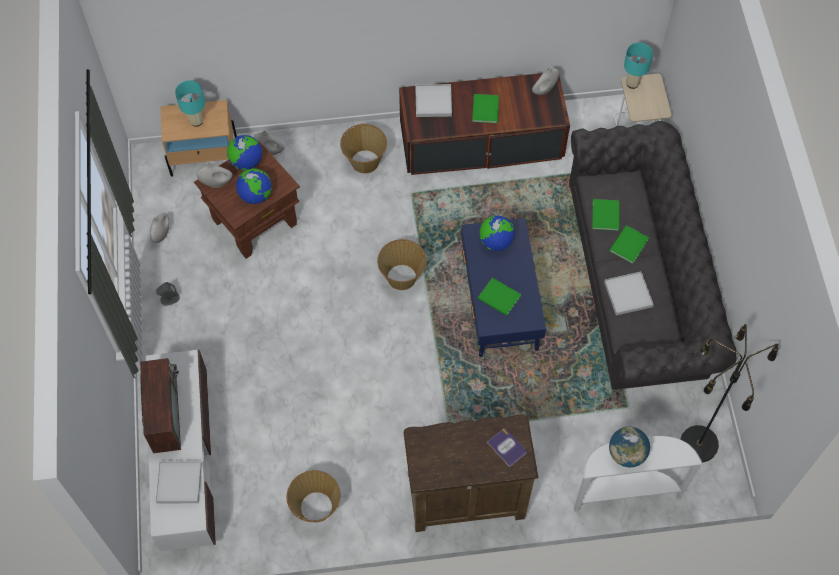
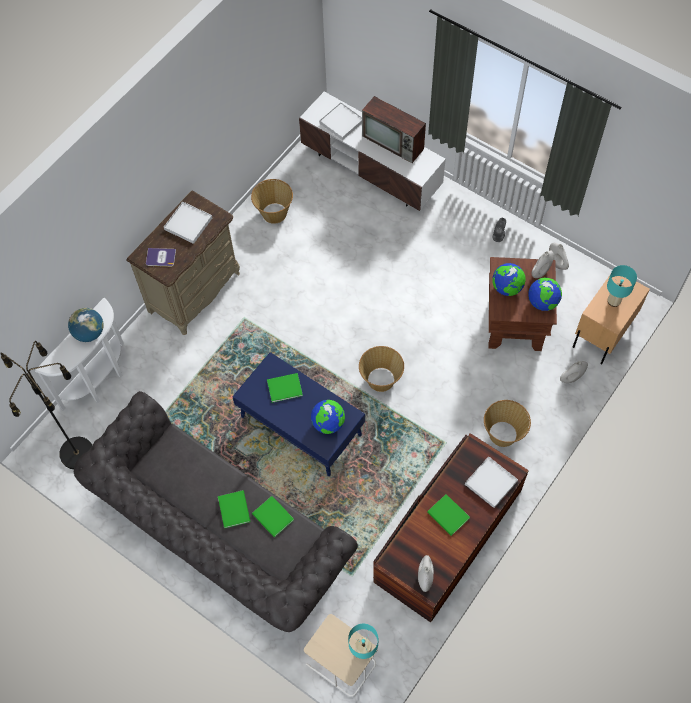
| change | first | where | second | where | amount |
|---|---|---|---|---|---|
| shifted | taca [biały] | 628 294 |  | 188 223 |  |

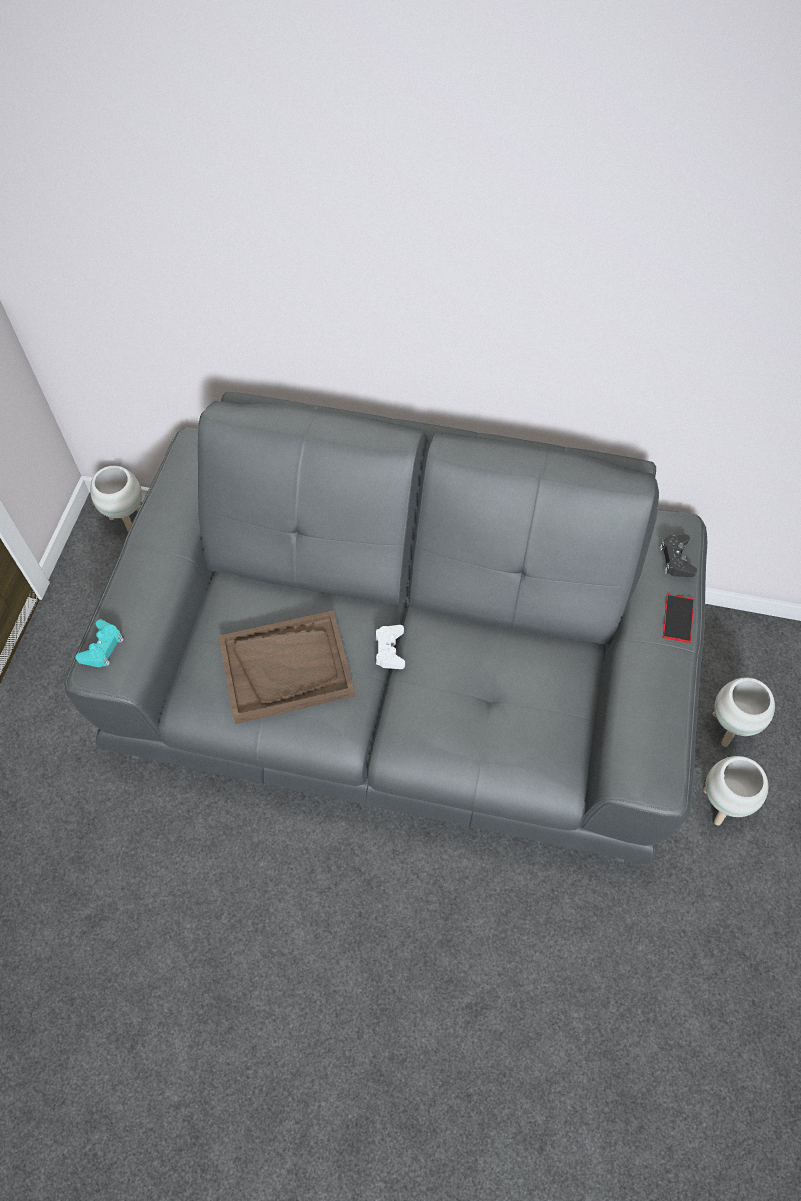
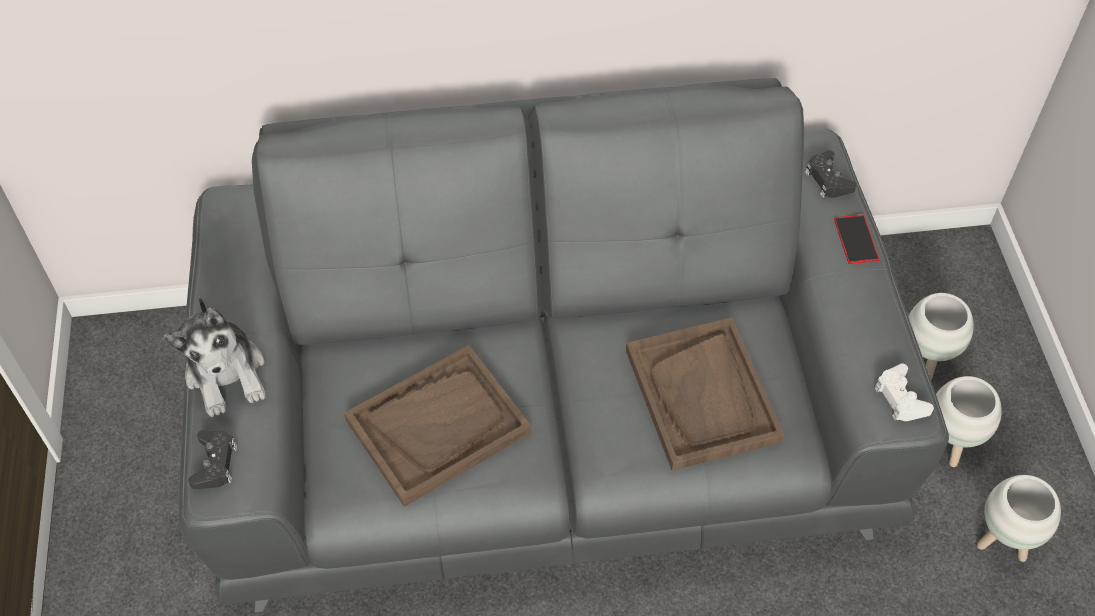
| change | first | where | second | where | amount |
|---|---|---|---|---|---|
| new |  |  | pluszak | 227 373 |  |
| new |  |  | taca [brązowy] | 702 395 |  |
| shifted | donica [biały] | 128 520 |  | 1003 542 |  |
| shifted | pad do gier [biały] | 389 650 |  | 900 398 |  |
| repainted | pad do gier [turkusowy] | 102 647 | pad do gier [czarny] | 215 463 |  |

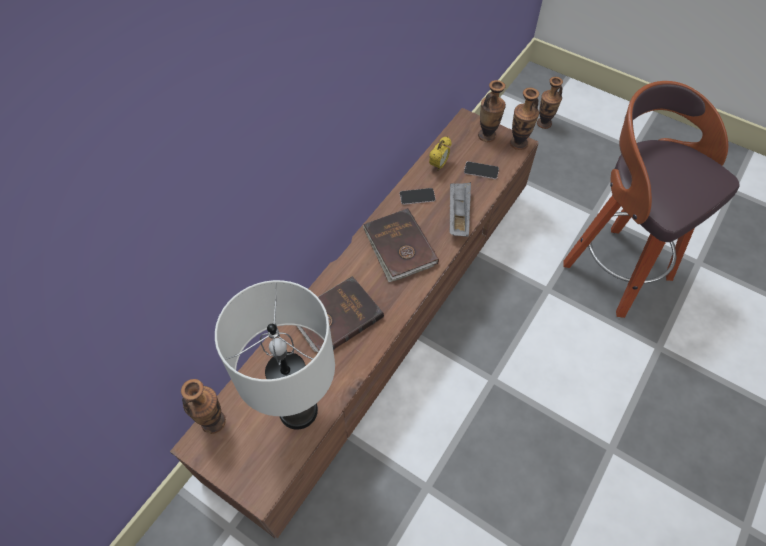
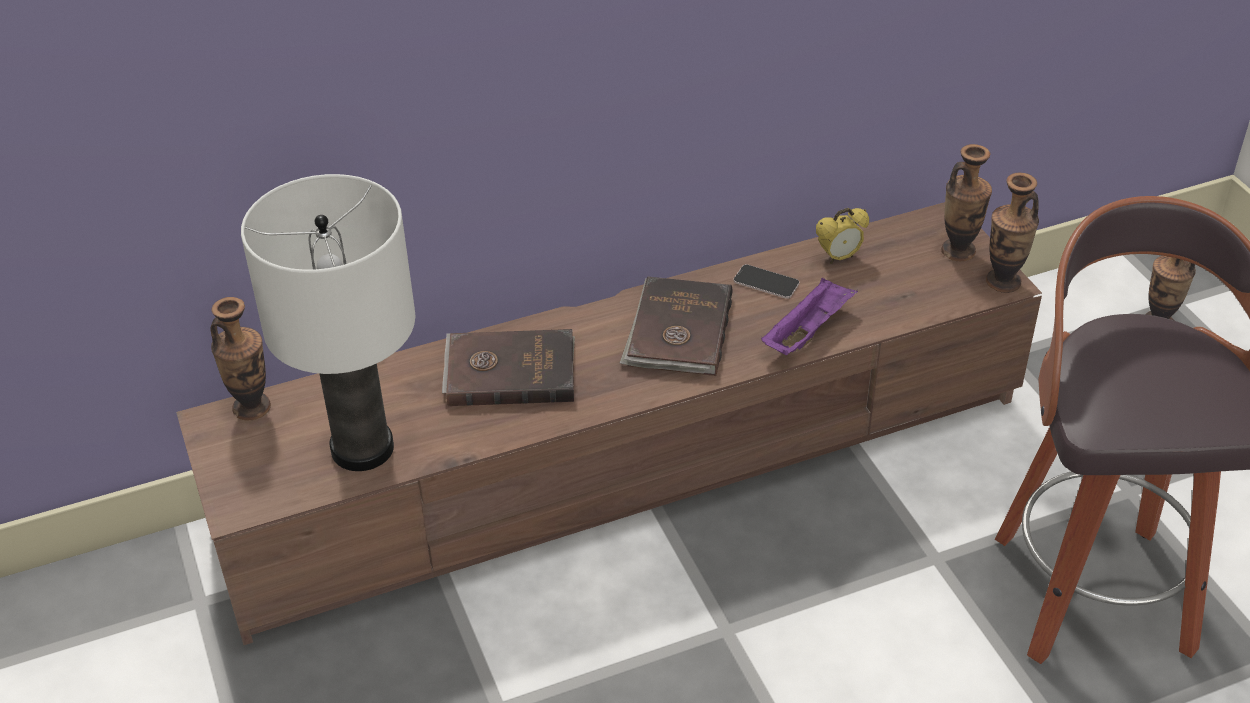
| change | first | where | second | where | amount |
|---|---|---|---|---|---|
| gone | telefon | 481 170 |  |  |  |
| repainted | taca [szary] | 458 215 | taca [fioletowy] | 807 331 |  |

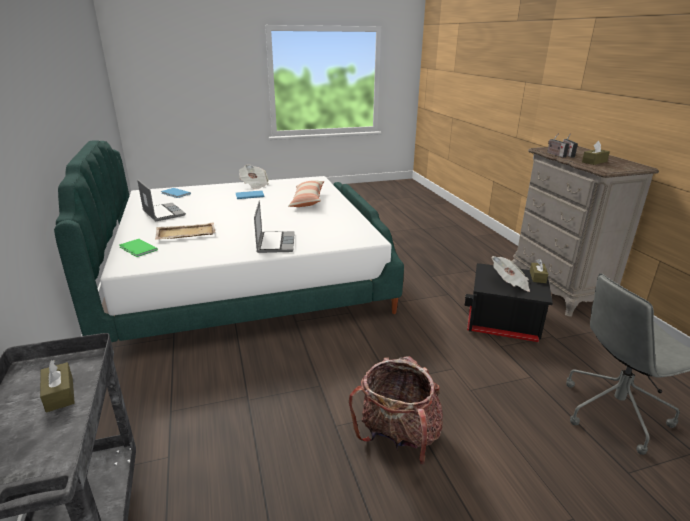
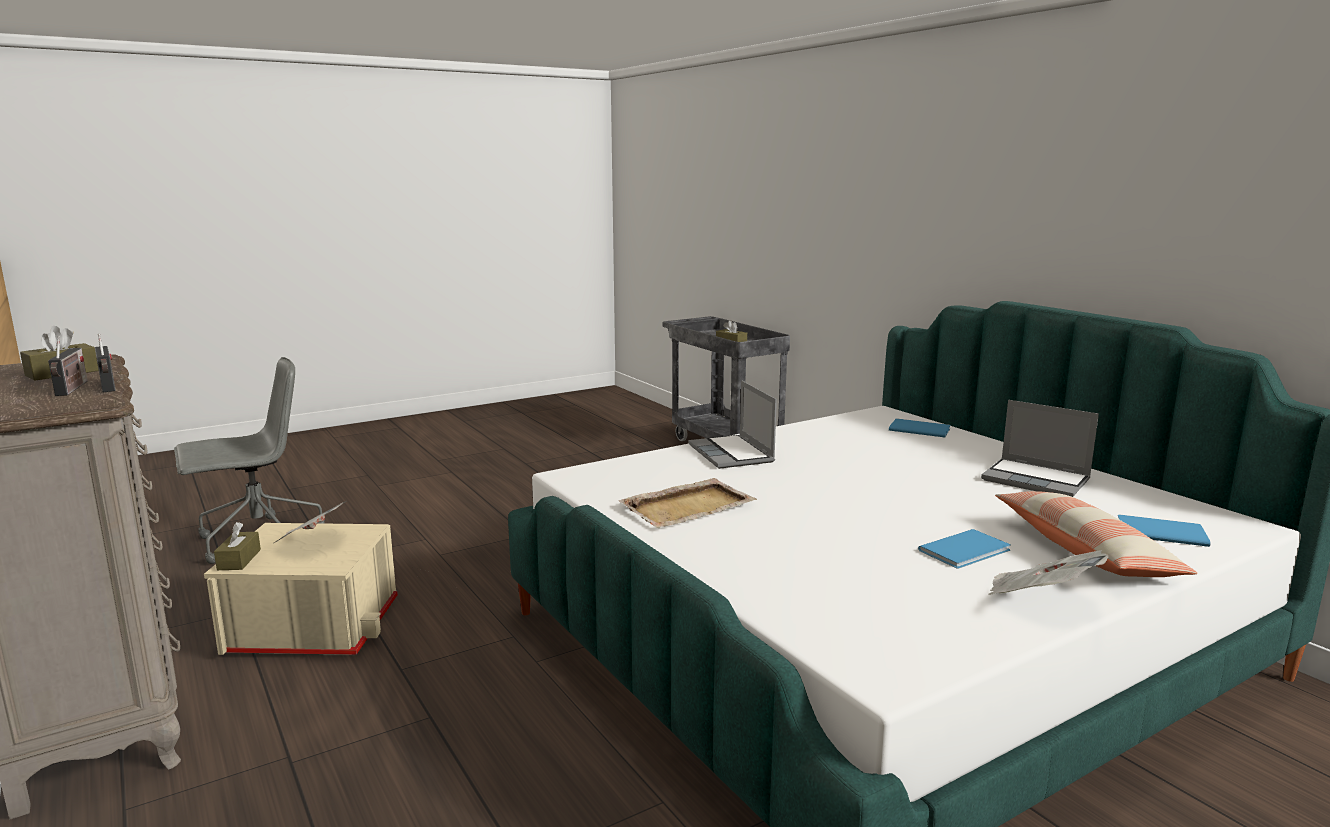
| change | first | where | second | where | amount |
|---|---|---|---|---|---|
| gone | plecak | 398 437 |  |  |  |
| shifted | taca [beżowy] | 185 233 |  | 689 506 |  |
| shifted | poduszka | 307 200 |  | 1085 552 |  |
| repainted | książka [zielony] | 137 249 | książka [niebieski] | 918 429 |  |
| repainted | pojemnik do przechowywania [czarny] | 504 321 | pojemnik do przechowywania [beżowy] | 313 626 |  |

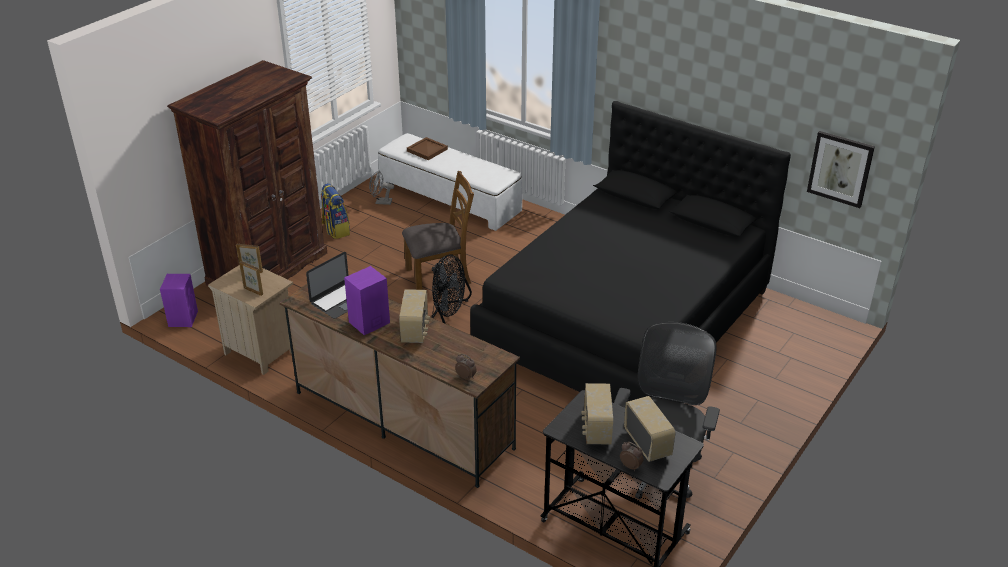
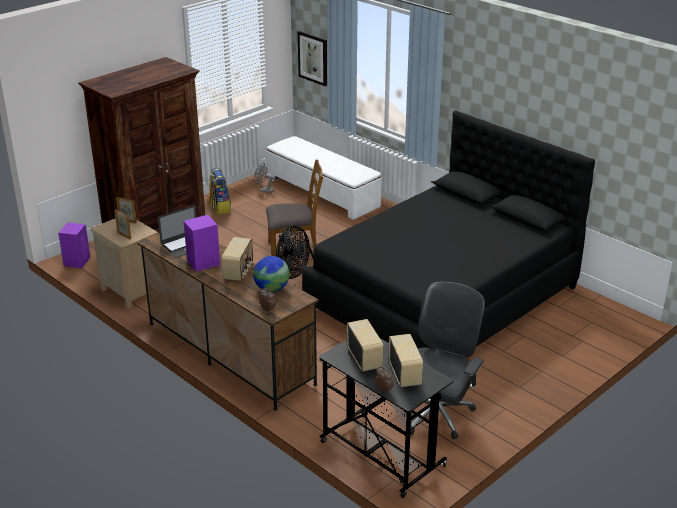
| change | first | where | second | where | amount |
|---|---|---|---|---|---|
| gone | taca [brązowy] | 427 150 |  |  |  |
| new |  |  | globus | 272 289 |  |
| shifted | obraz | 840 168 |  | 313 58 |  |
| rotated | radio | 596 428 |  | 365 359 | 150 degrees clockwise |

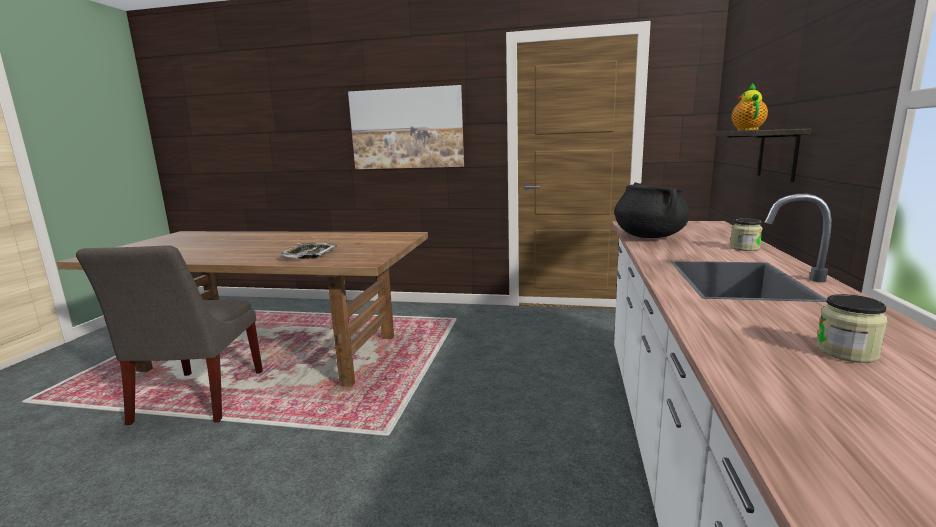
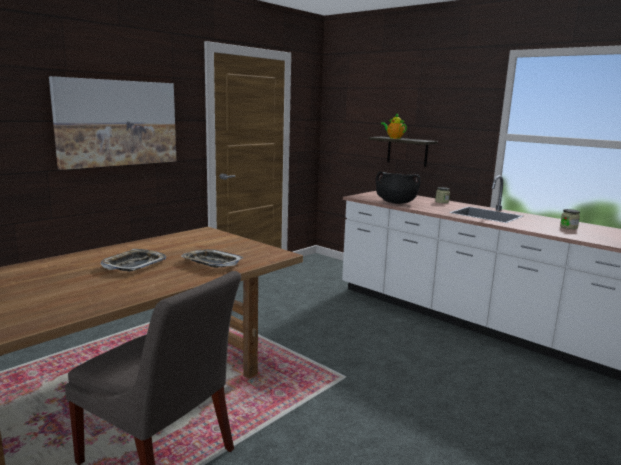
| change | first | where | second | where | amount |
|---|---|---|---|---|---|
| new |  |  | taca | 134 264 |  |

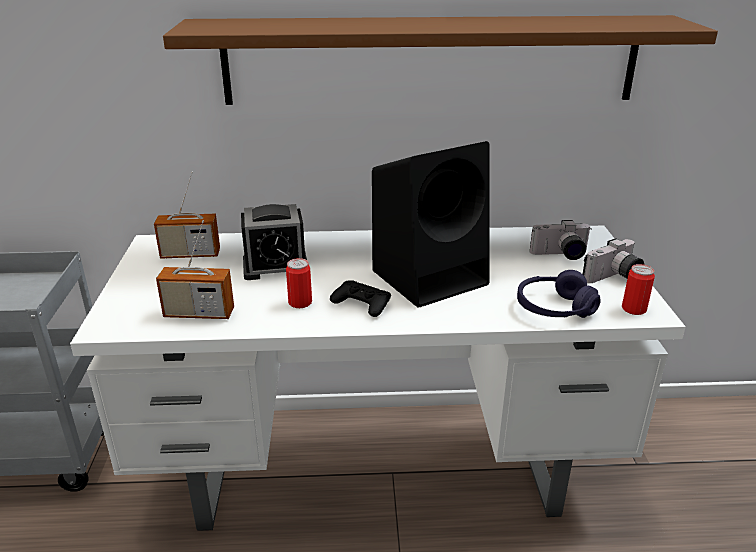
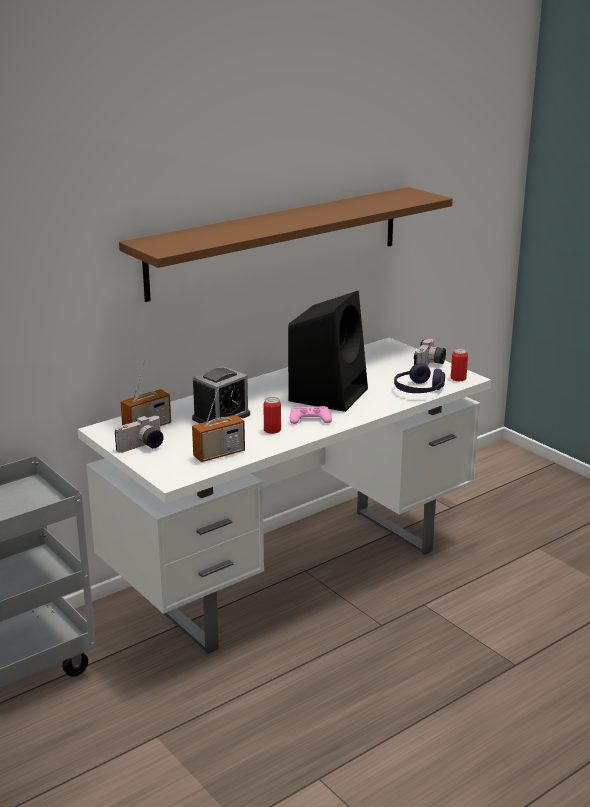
| change | first | where | second | where | amount |
|---|---|---|---|---|---|
| shifted | aparat fotograficzny | 560 255 |  | 143 447 |  |
| repainted | pad do gier [czarny] | 362 303 | pad do gier [różowy] | 310 419 |  |

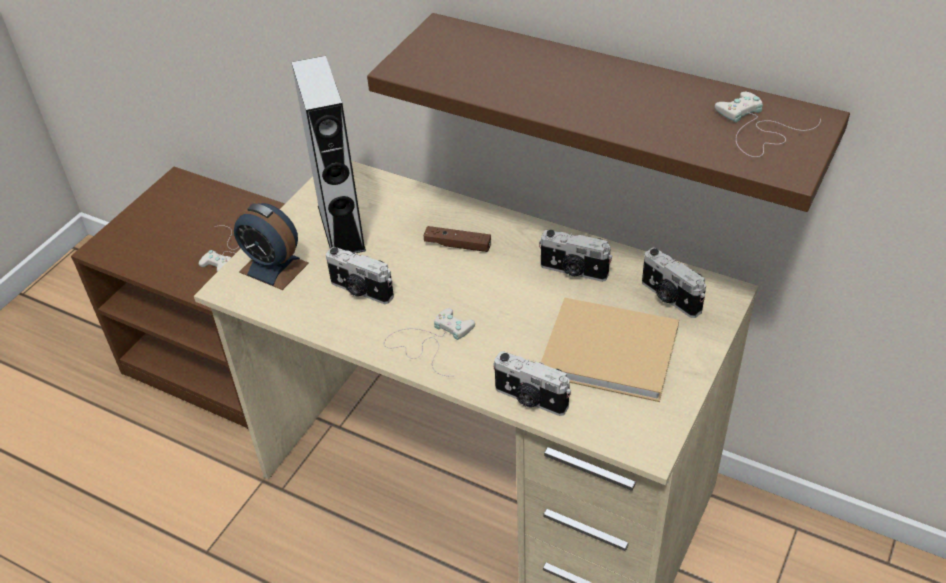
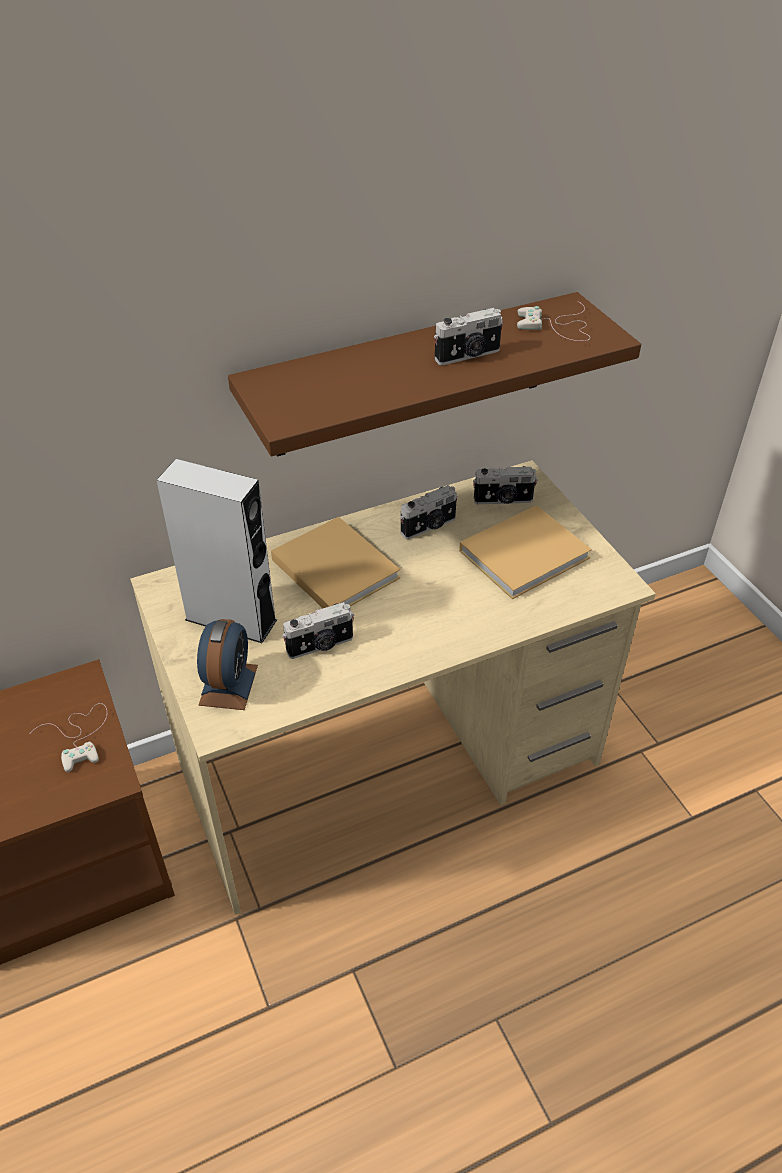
| change | first | where | second | where | amount |
|---|---|---|---|---|---|
| gone | pad do gier [biały] | 429 342 |  |  |  |
| shifted | aparat fotograficzny | 530 399 |  | 468 356 |  |
| swapped | pad do gier [brązowy] | 457 245 | książka [beżowy] | 333 567 |  |
| rotated | budzik | 274 267 |  | 228 685 | 60 degrees counterclockwise |

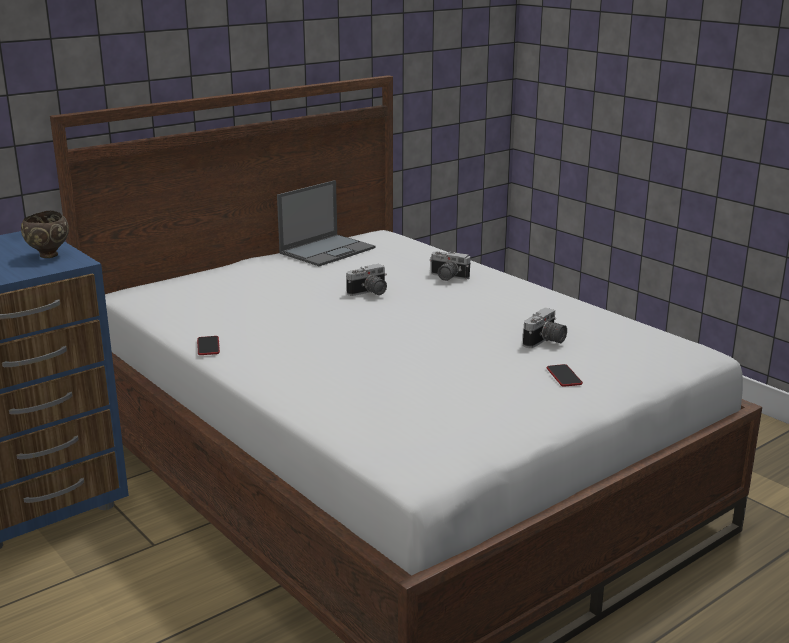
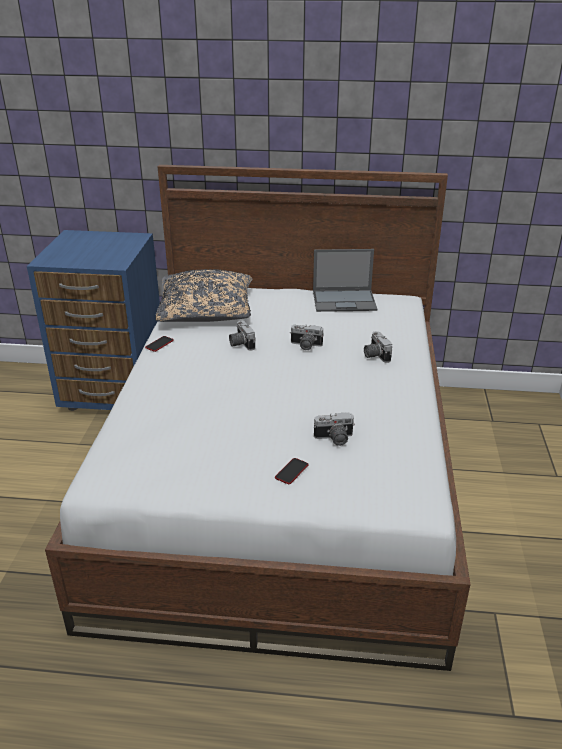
| change | first | where | second | where | amount |
|---|---|---|---|---|---|
| gone | miska [brązowy] | 48 256 |  |  |  |
| new |  |  | poduszka [szary] | 206 310 |  |
| new |  |  | aparat fotograficzny | 240 344 |  |

